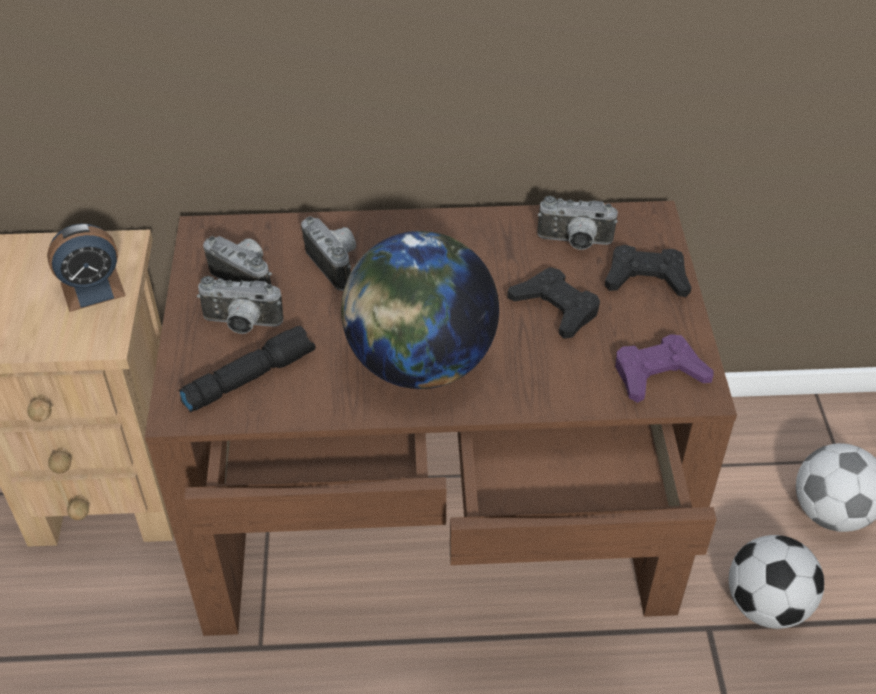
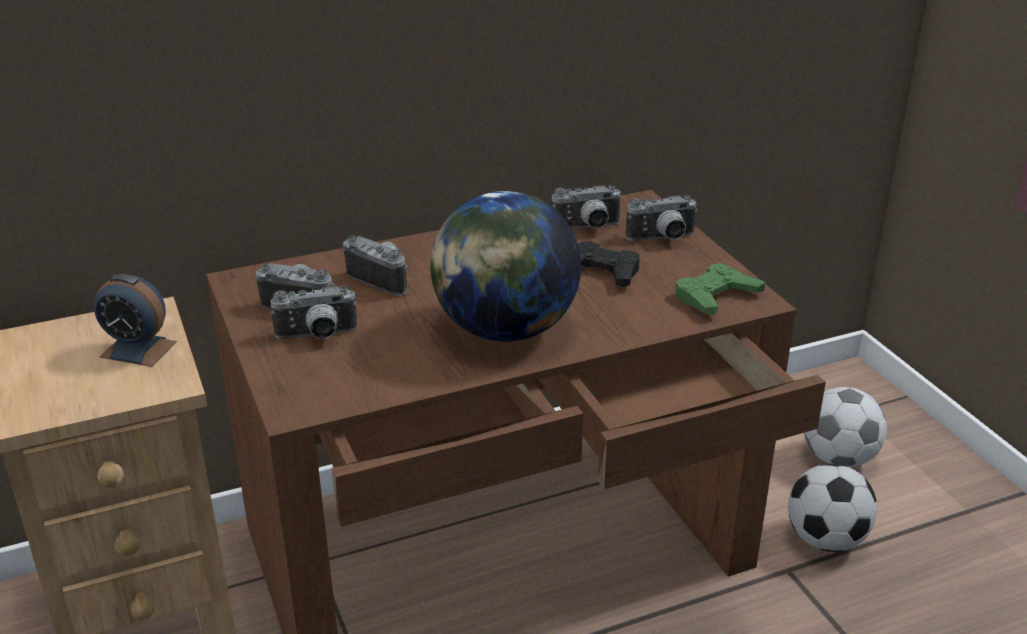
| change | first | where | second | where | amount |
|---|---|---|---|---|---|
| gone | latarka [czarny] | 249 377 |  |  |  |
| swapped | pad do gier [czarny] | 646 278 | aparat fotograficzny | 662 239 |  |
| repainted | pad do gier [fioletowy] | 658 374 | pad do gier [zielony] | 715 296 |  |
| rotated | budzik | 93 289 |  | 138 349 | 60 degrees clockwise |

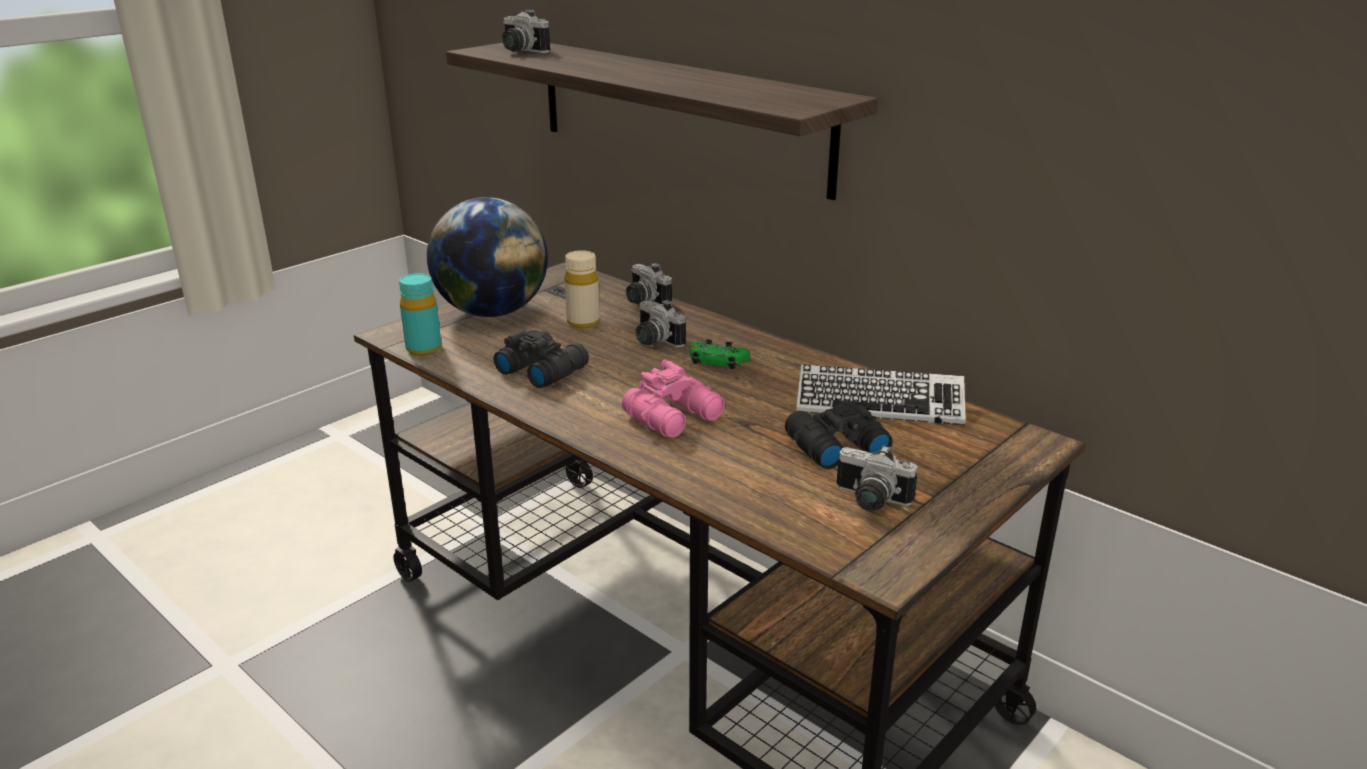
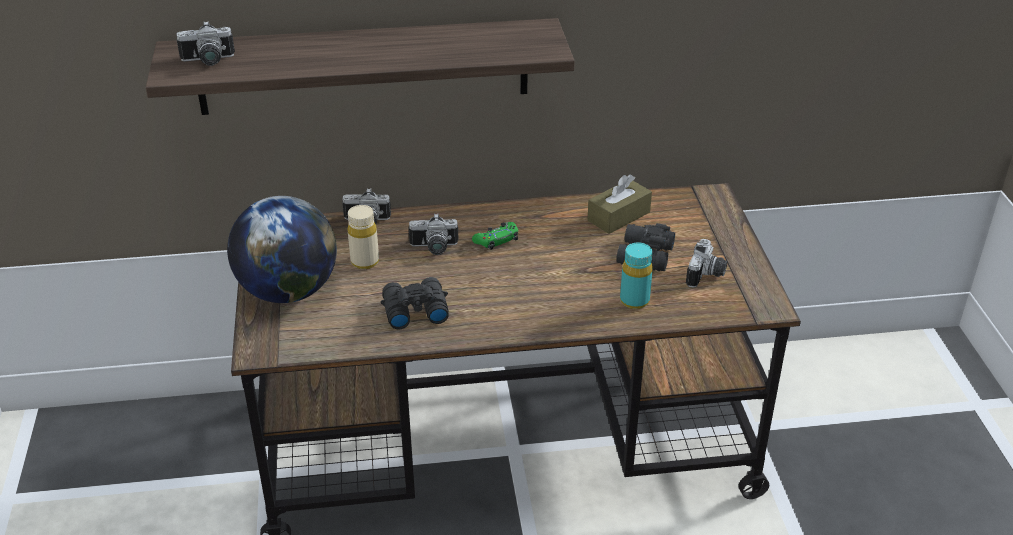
| change | first | where | second | where | amount |
|---|---|---|---|---|---|
| gone | lornetka [różowy] | 676 417 |  |  |  |
| shifted | butelka [turkusowy] | 424 349 |  | 634 301 |  |
| swapped | klawiatura | 879 404 | pudełko chusteczek [brązowy] | 618 216 |  |
| rotated | aparat fotograficzny | 869 501 |  | 707 275 | 45 degrees counterclockwise |

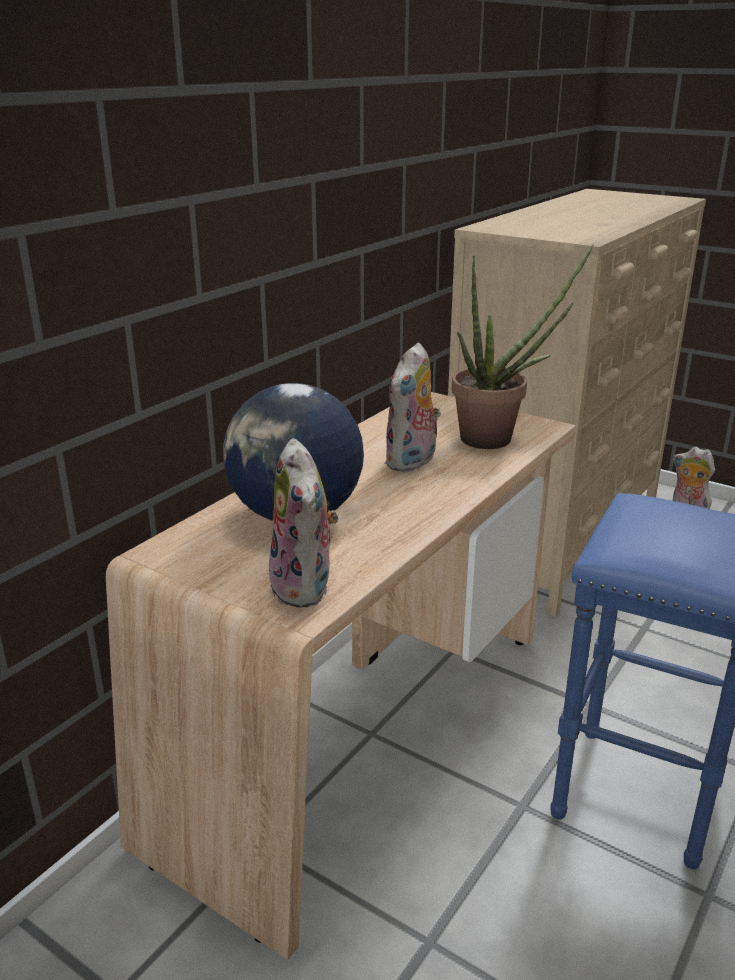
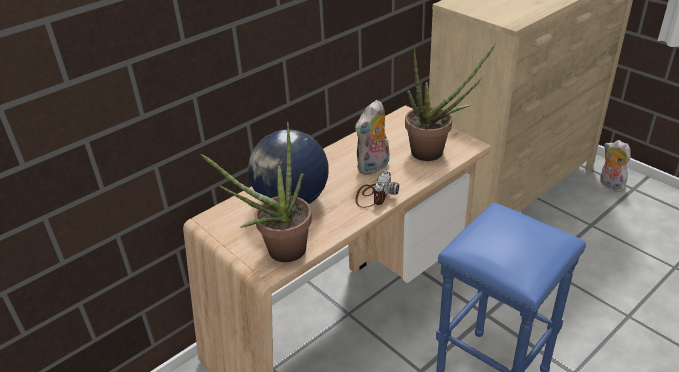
| change | first | where | second | where | amount |
|---|---|---|---|---|---|
| new |  |  | aparat fotograficzny | 374 195 |  |
| swapped | pluszak | 306 588 | roślina doniczkowa | 279 253 |  |

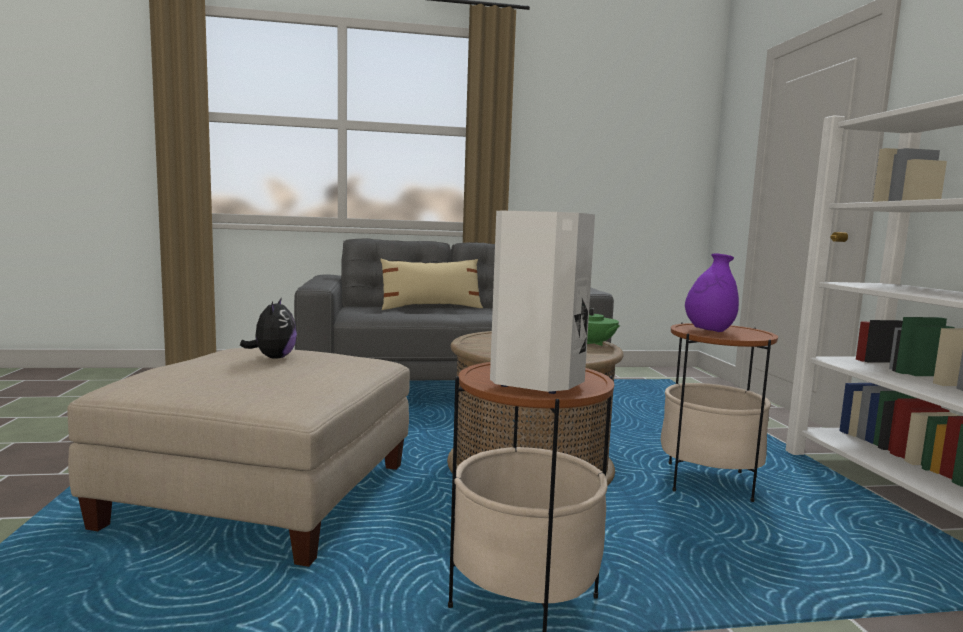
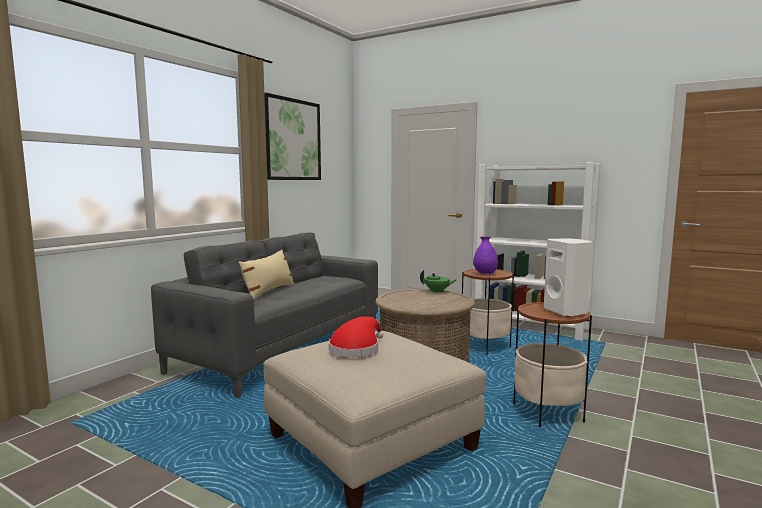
| change | first | where | second | where | amount |
|---|---|---|---|---|---|
| new |  |  | obraz | 292 140 |  |
| swapped | pluszak | 273 358 | kapelusz [czerwony] | 356 348 |  |

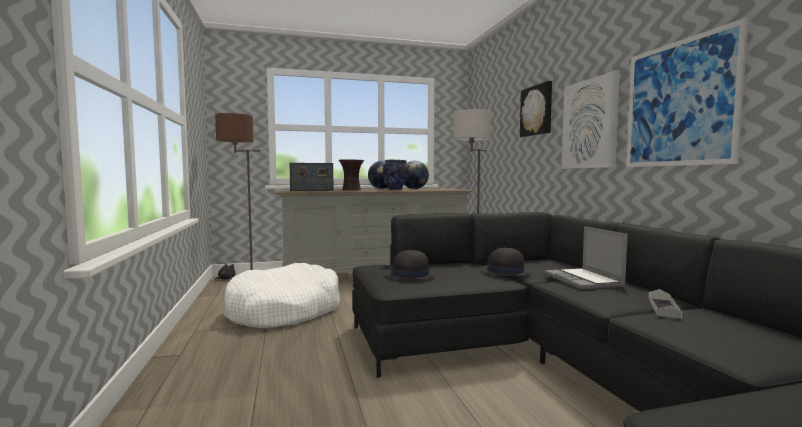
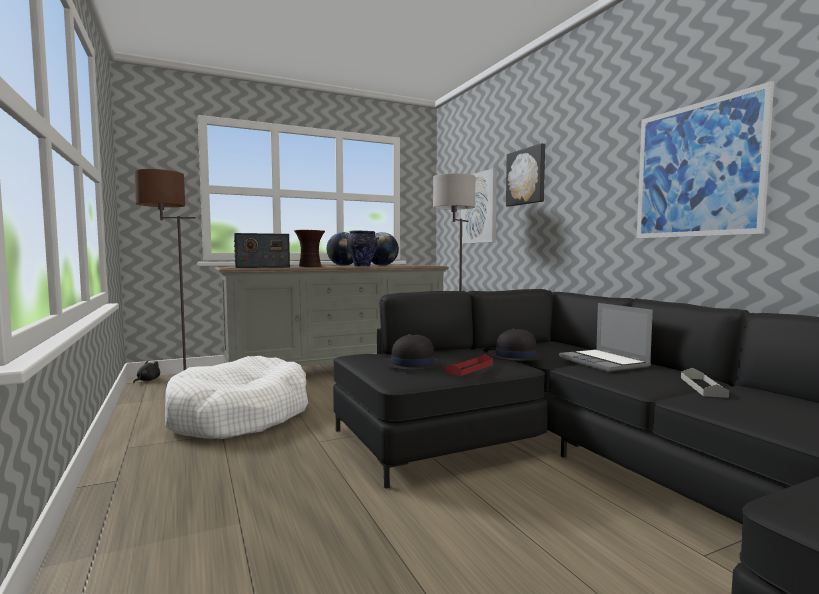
| change | first | where | second | where | amount |
|---|---|---|---|---|---|
| new |  |  | taca [czerwony] | 470 368 |  |
| shifted | obraz | 590 124 |  | 479 208 |  |

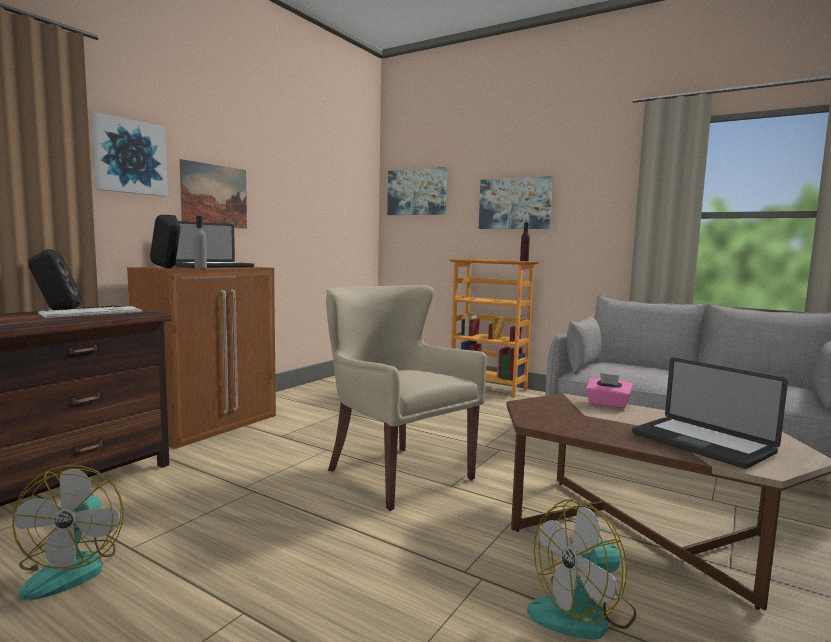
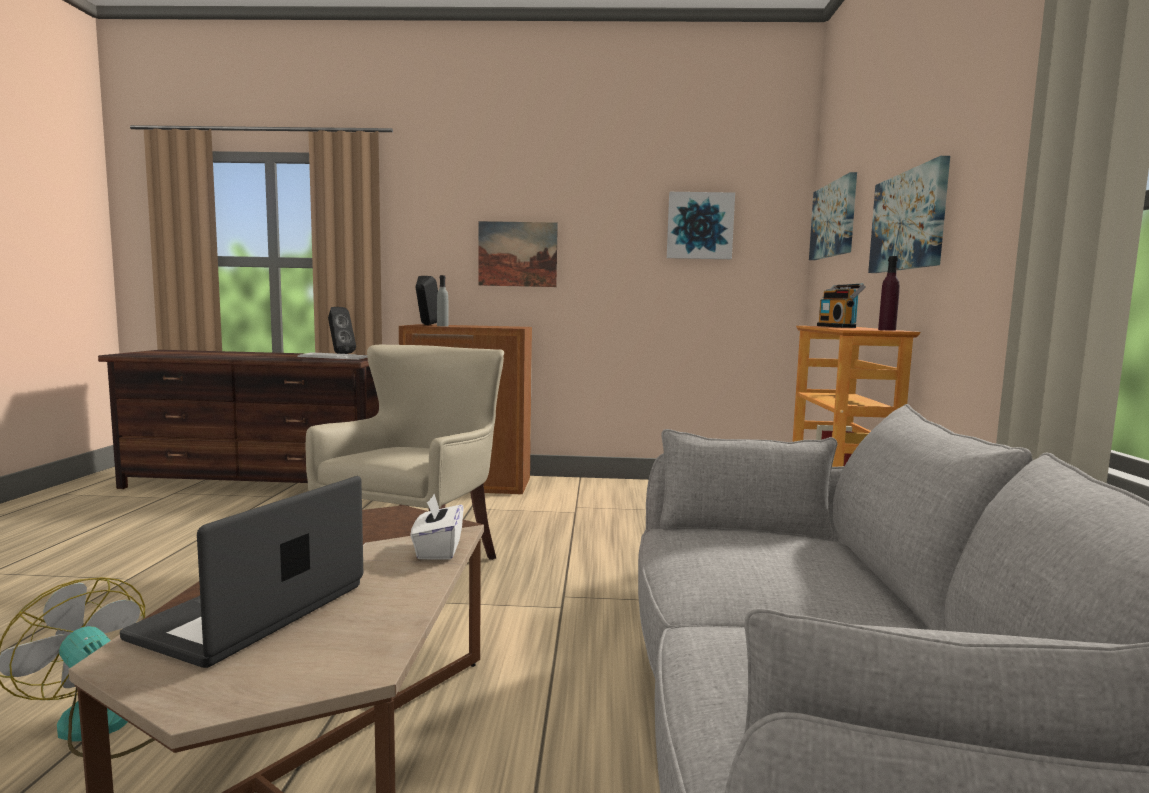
| change | first | where | second | where | amount |
|---|---|---|---|---|---|
| gone | wentylator | 72 568 |  |  |  |
| gone | laptop | 214 266 |  |  |  |
| new |  |  | radio | 838 327 |  |
| shifted | obraz | 129 157 |  | 700 226 |  |
| repainted | pudełko chusteczek [różowy] | 607 405 | pudełko chusteczek [biały] | 438 550 |  |

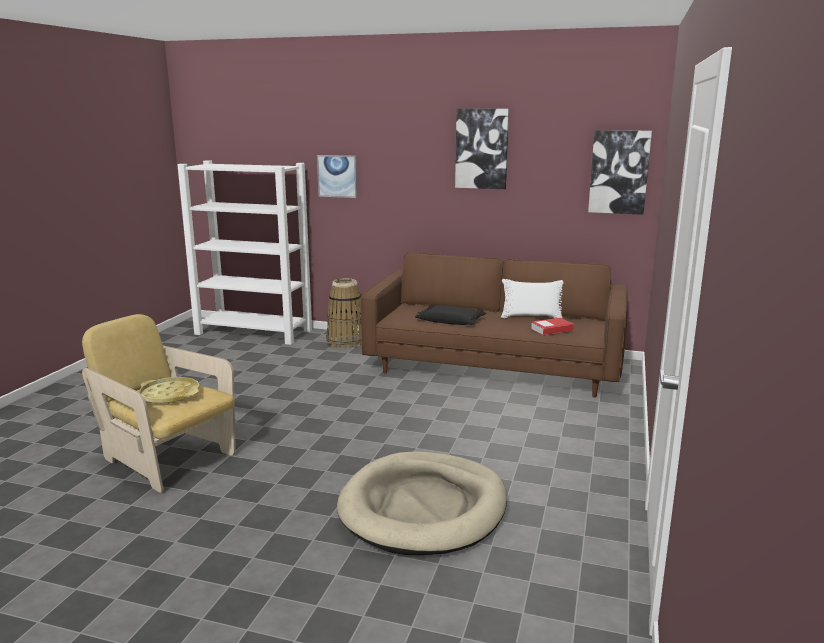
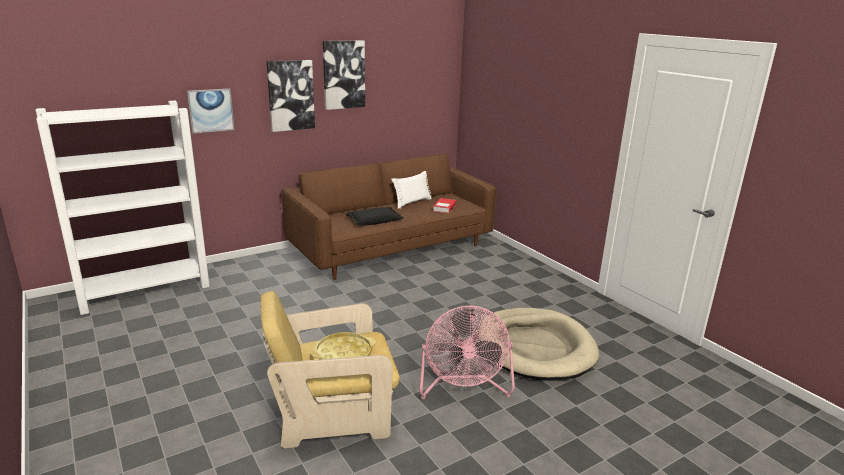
| change | first | where | second | where | amount |
|---|---|---|---|---|---|
| gone | koszyk | 346 342 |  |  |  |
| new |  |  | wentylator [różowy] | 460 386 |  |
| shifted | obraz | 619 172 |  | 290 95 |  |

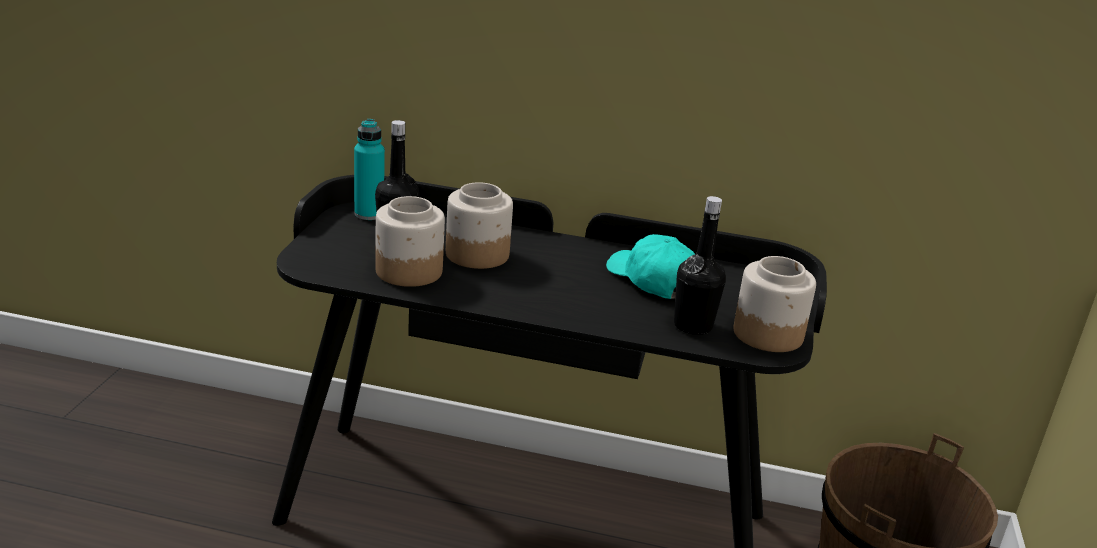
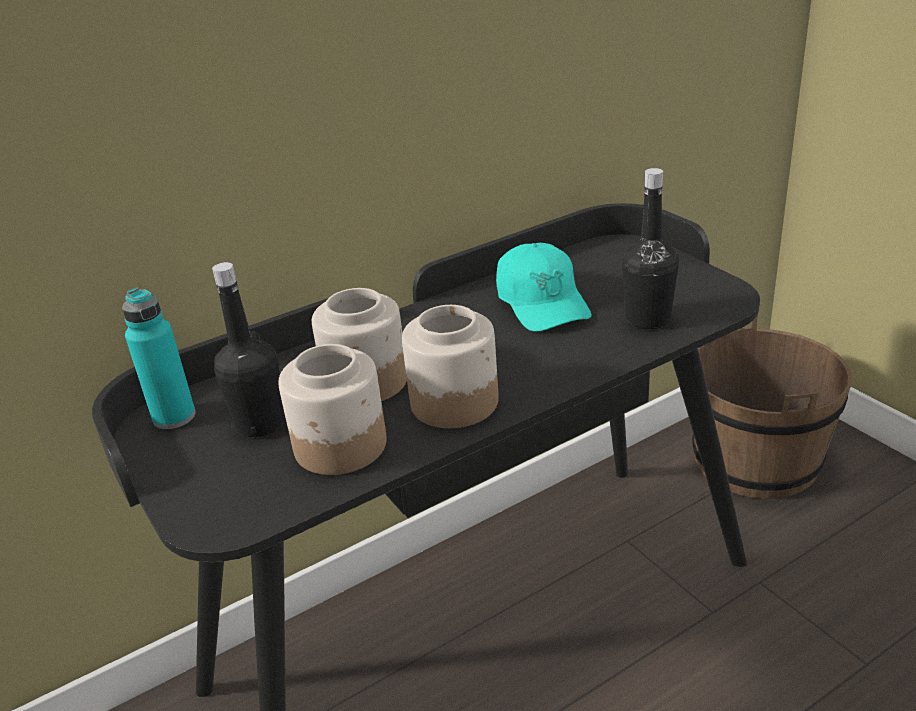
| change | first | where | second | where | amount |
|---|---|---|---|---|---|
| shifted | słoik | 768 334 |  | 454 402 |  |
| rotated | czapka z daszkiem [turkusowy] | 652 280 |  | 542 302 | 120 degrees counterclockwise |

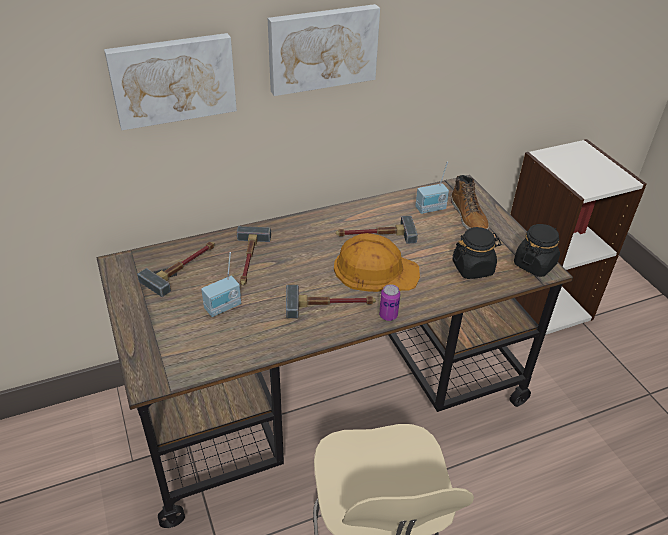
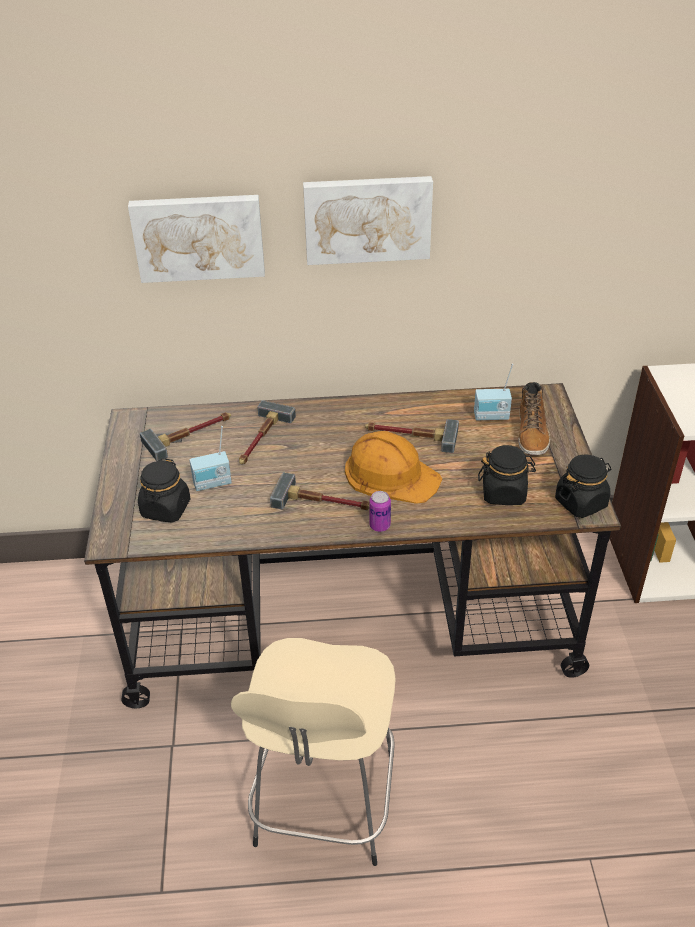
| change | first | where | second | where | amount |
|---|---|---|---|---|---|
| new |  |  | słoik [czarny] | 166 509 |  |

